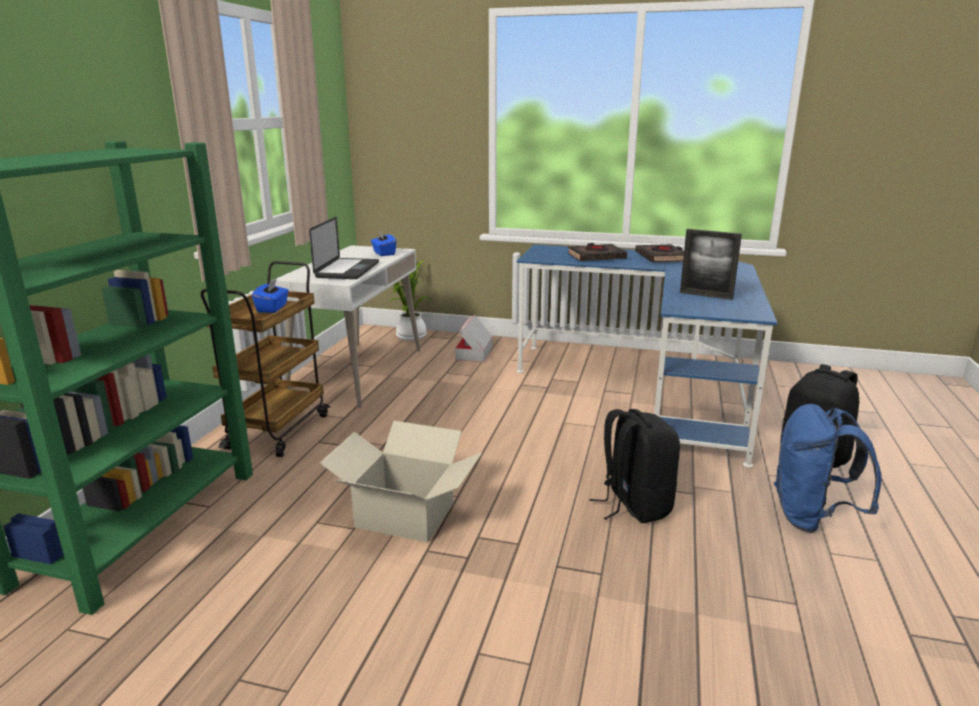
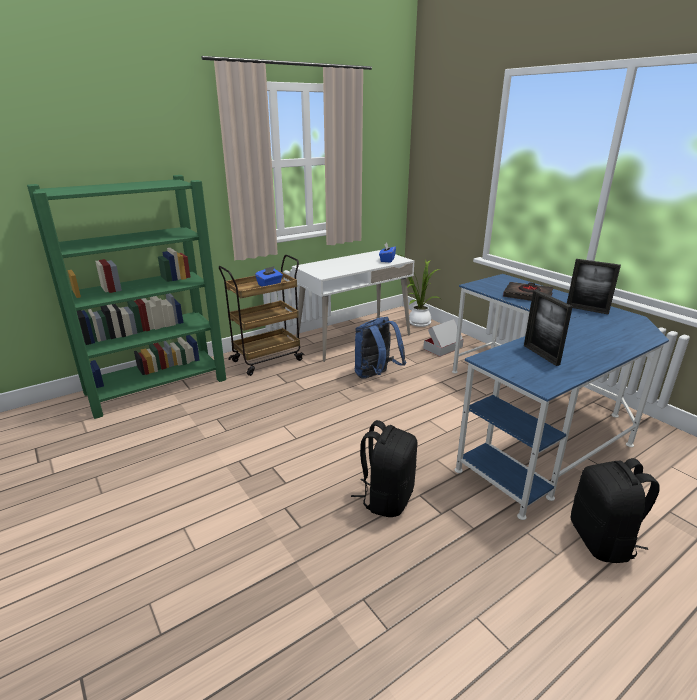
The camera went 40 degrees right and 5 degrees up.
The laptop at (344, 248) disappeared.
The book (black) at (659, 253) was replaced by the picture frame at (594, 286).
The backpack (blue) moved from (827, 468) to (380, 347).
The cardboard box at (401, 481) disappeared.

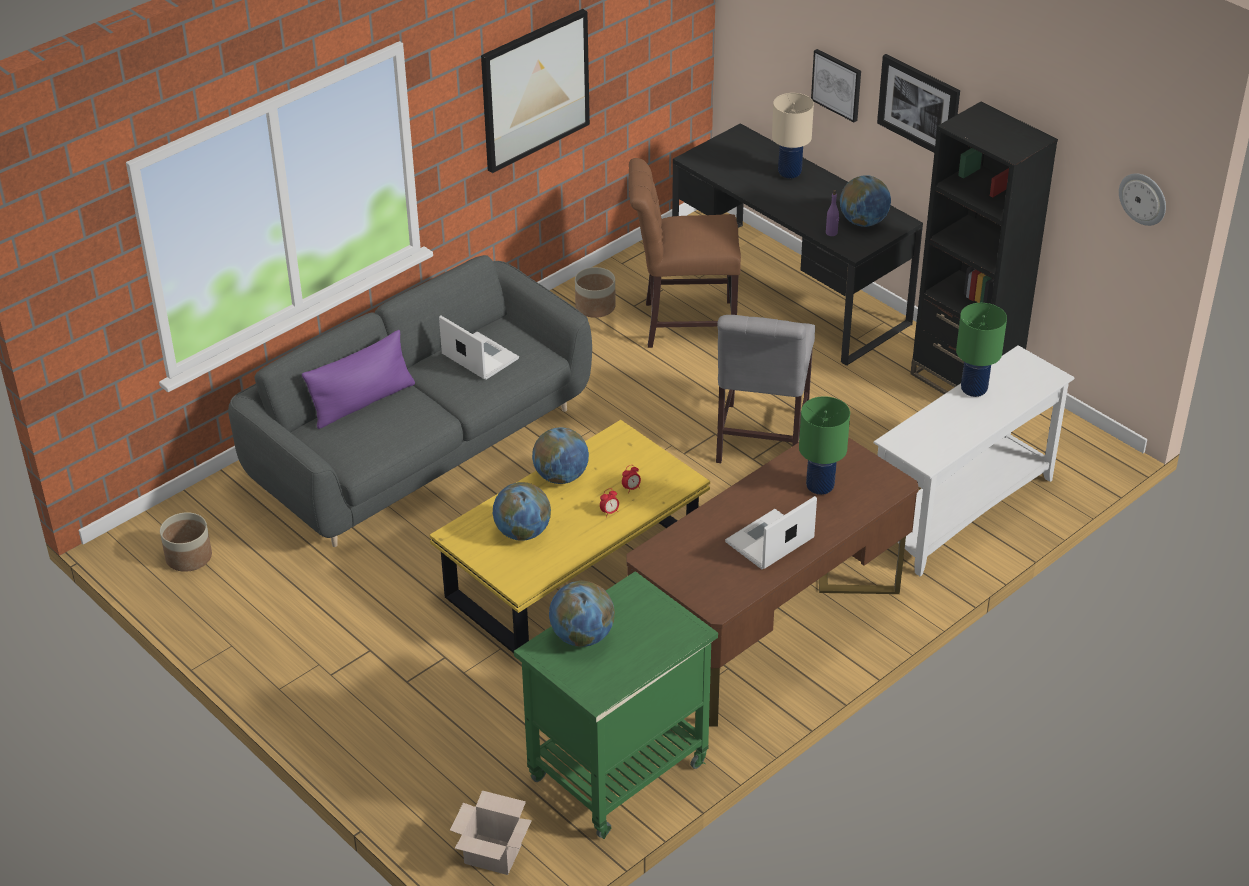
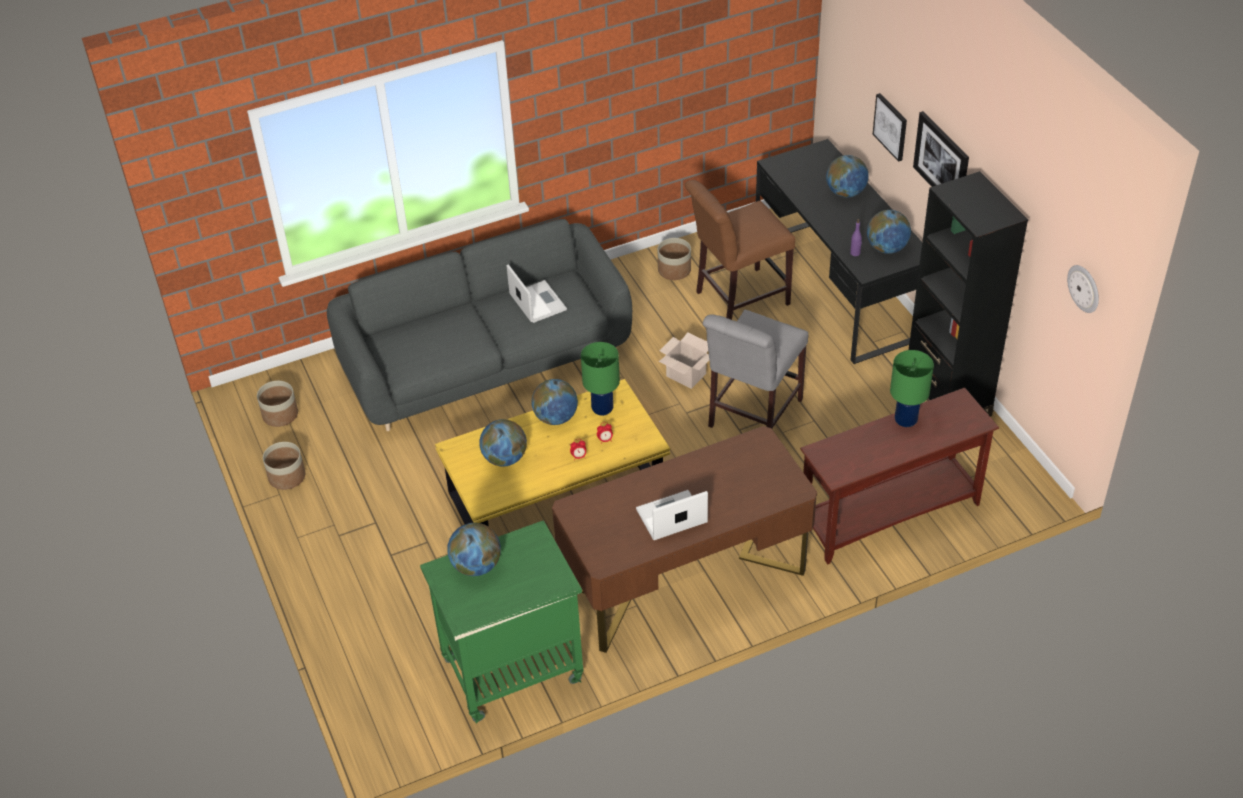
The camera went 20 degrees right and 5 degrees up.
The picture at (535, 91) disappeared.
The table lamp (beige) at (793, 135) was replaced by the globe at (847, 176).
The chair (brown) at (685, 253) turned 45 degrees counterclockwise.
The pillow (purple) at (358, 379) disappeared.
The console table (white) at (974, 461) became the console table (brown) at (899, 476).
The table lamp (green) moved from (824, 445) to (600, 379).
The cardboard box moved from (491, 833) to (684, 361).
The planter at (284, 466) appeared.

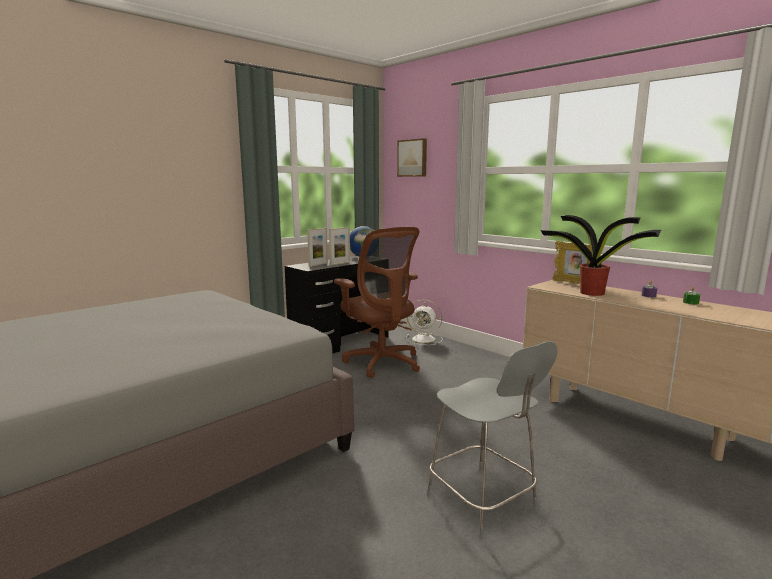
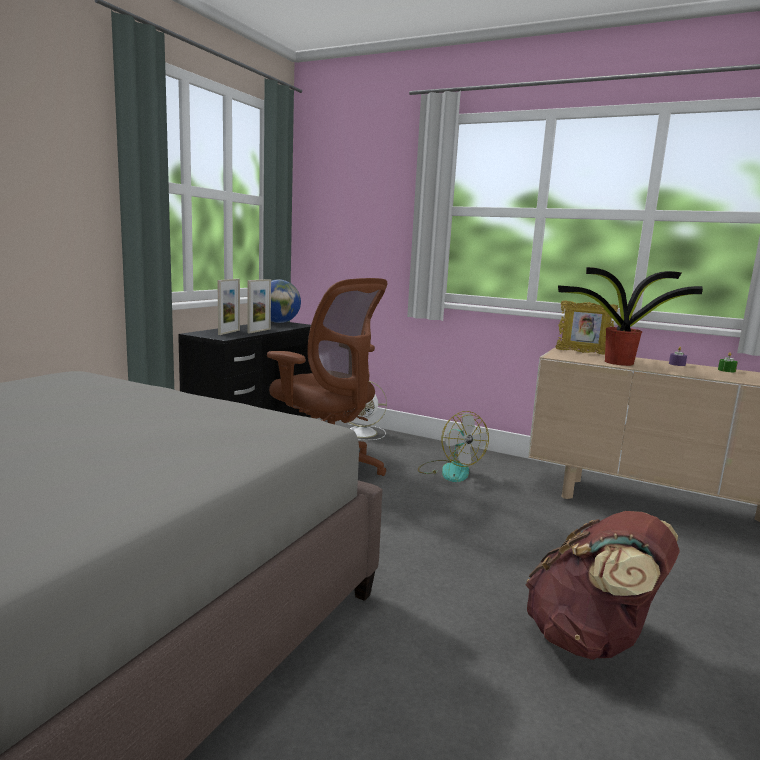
The camera went 20 degrees left and 0 degrees up.
The picture at (412, 157) disappeared.
The chair (grey) at (492, 440) was replaced by the backpack (brown) at (603, 585).
The fan at (453, 446) appeared.

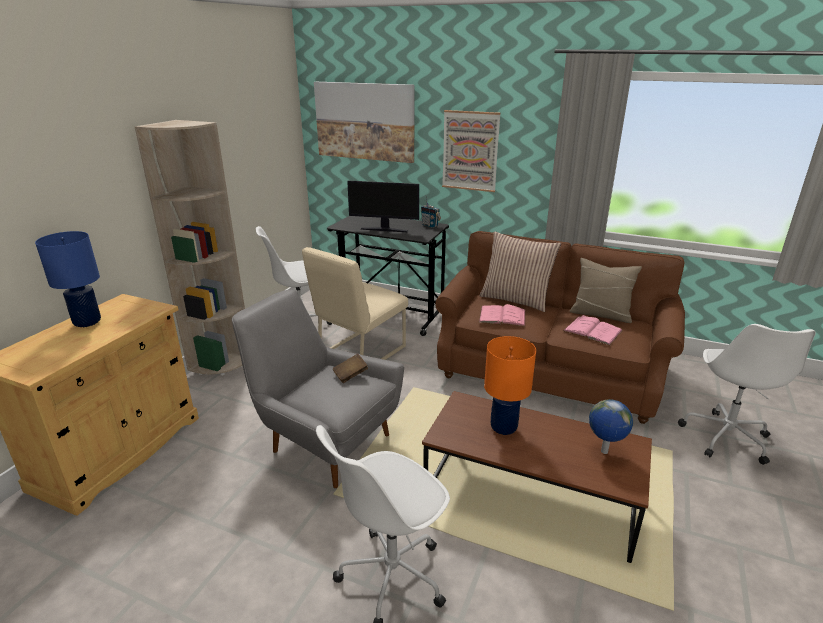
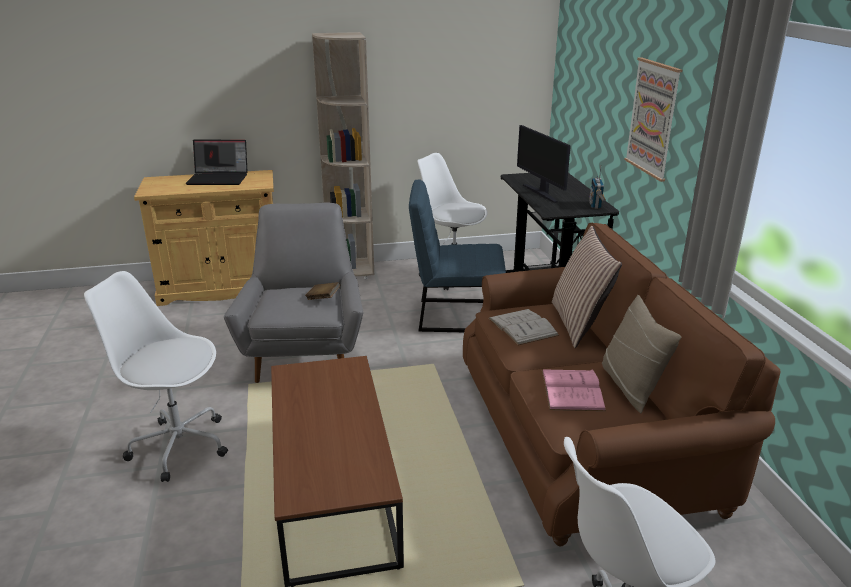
The camera went 55 degrees right and 0 degrees up.
The picture at (364, 122) disappeared.
The table lamp (blue) at (68, 279) was replaced by the laptop at (216, 162).
The chair (beige) at (355, 303) became the chair (blue) at (457, 256).
The book (pink) at (502, 315) became the book (white) at (524, 327).
The table lamp (orange) at (510, 385) disappeared.
The globe at (611, 426) disappeared.

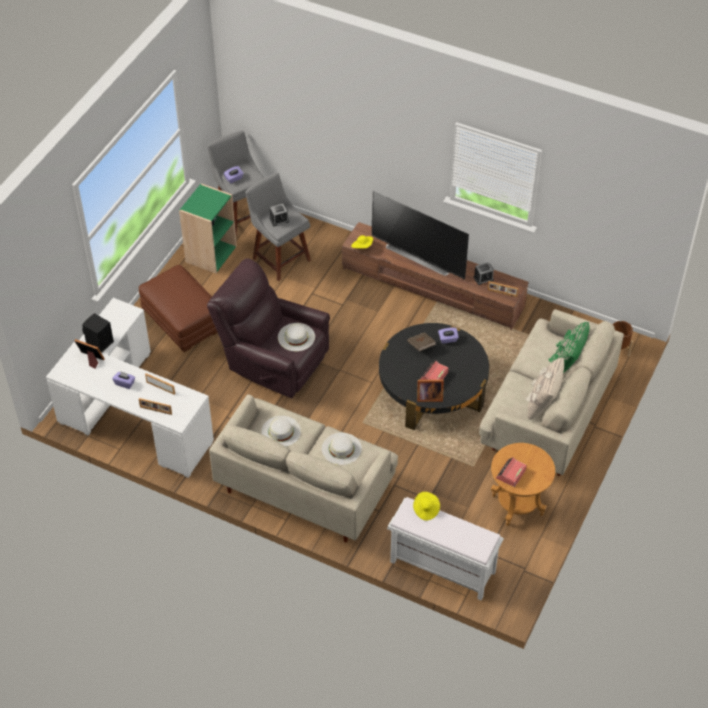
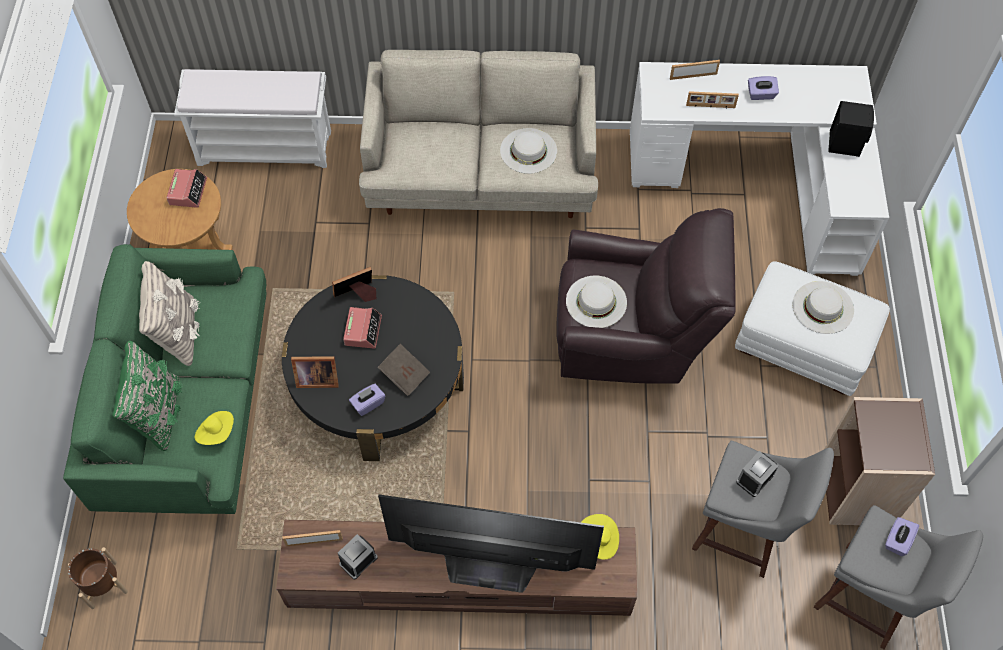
The camera went 155 degrees right and 10 degrees up.
The bookcase (green) at (208, 228) became the bookcase (brown) at (880, 461).
The ottoman (brown) at (178, 308) became the ottoman (white) at (812, 328).
The sofa (beige) at (551, 392) became the sofa (green) at (165, 379).
The picture frame moved from (89, 354) to (315, 372).
The hat (white) moved from (342, 449) to (823, 307).
The hat (yellow) moved from (426, 506) to (214, 428).

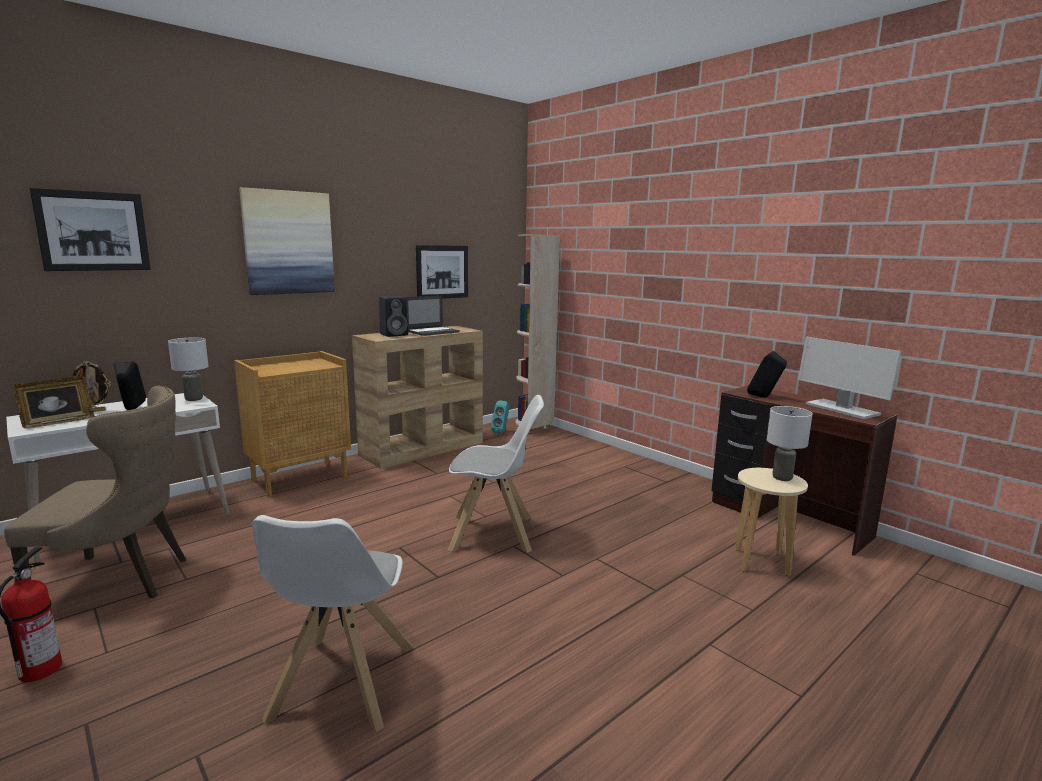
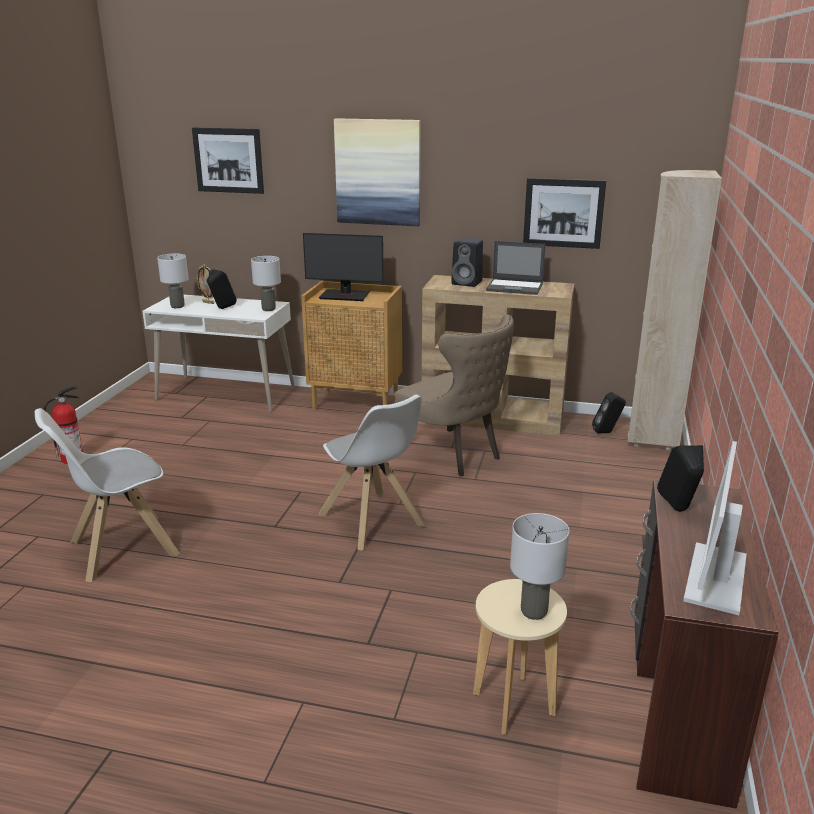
The camera went 55 degrees right and 10 degrees up.
The picture frame at (54, 402) was replaced by the table lamp (white) at (173, 281).
The chair (beige) moved from (95, 492) to (454, 395).
The speaker (turquoise) at (500, 417) became the speaker (black) at (609, 413).
The monitor at (343, 267) appeared.

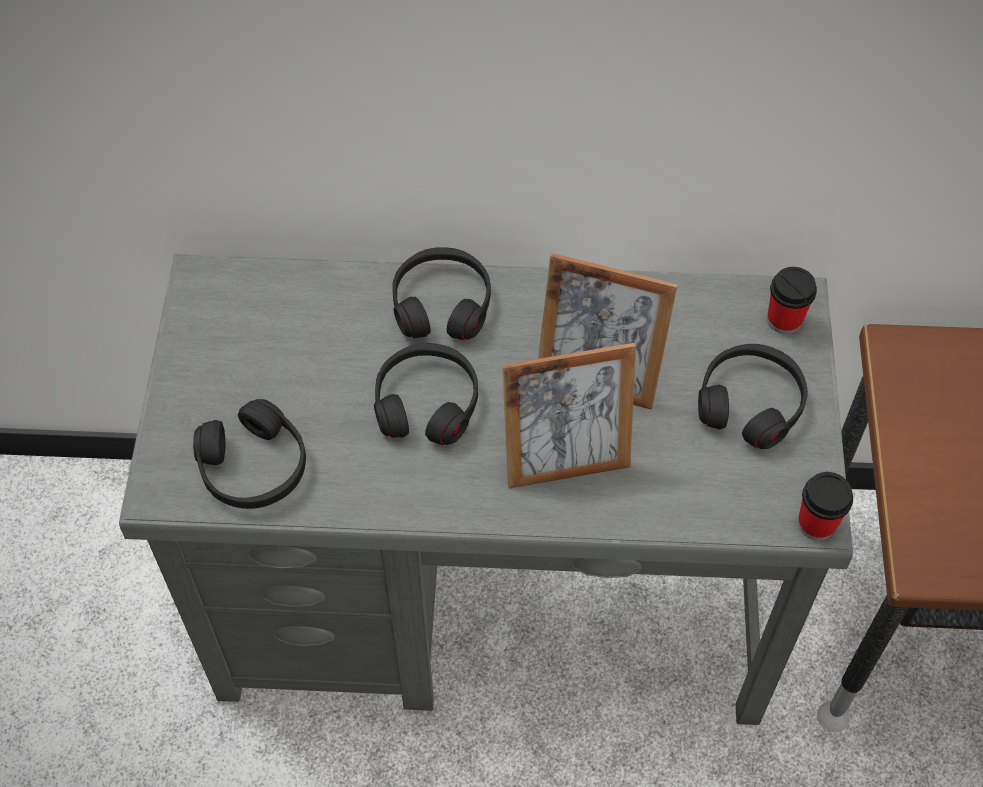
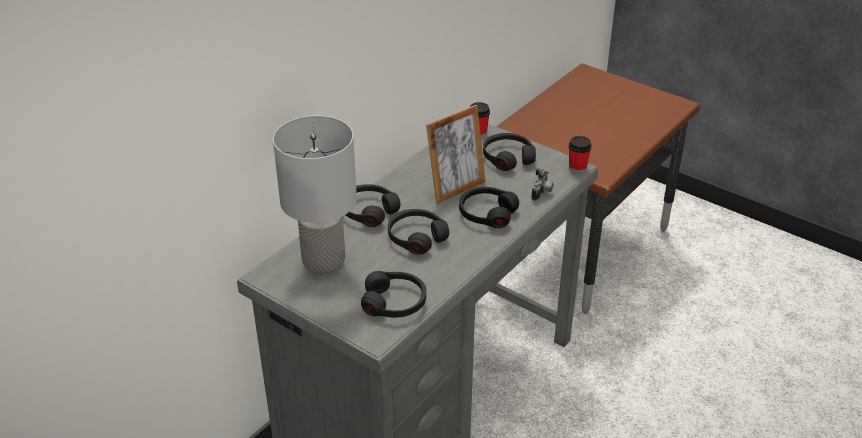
The camera went 55 degrees left and 20 degrees down.
The picture frame at (569, 415) was replaced by the headphones (black) at (489, 207).
The table lamp (grey) at (315, 194) appeared.
The photo camera at (542, 184) appeared.

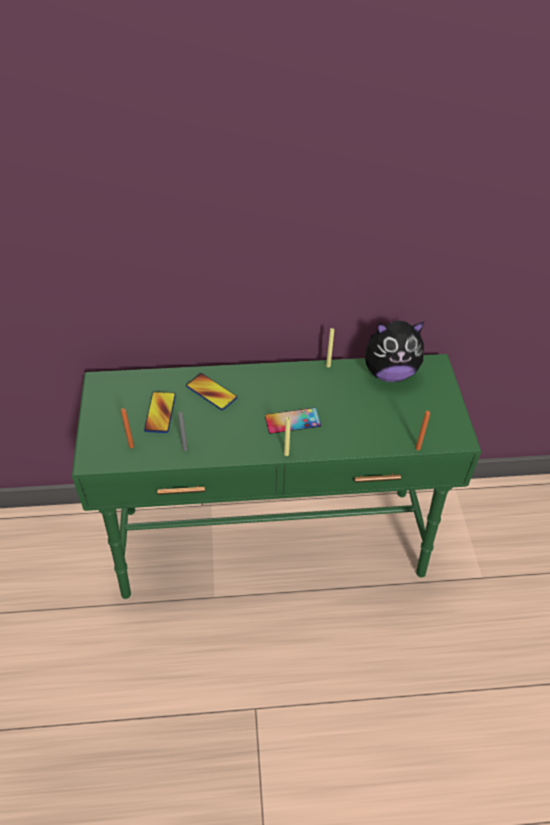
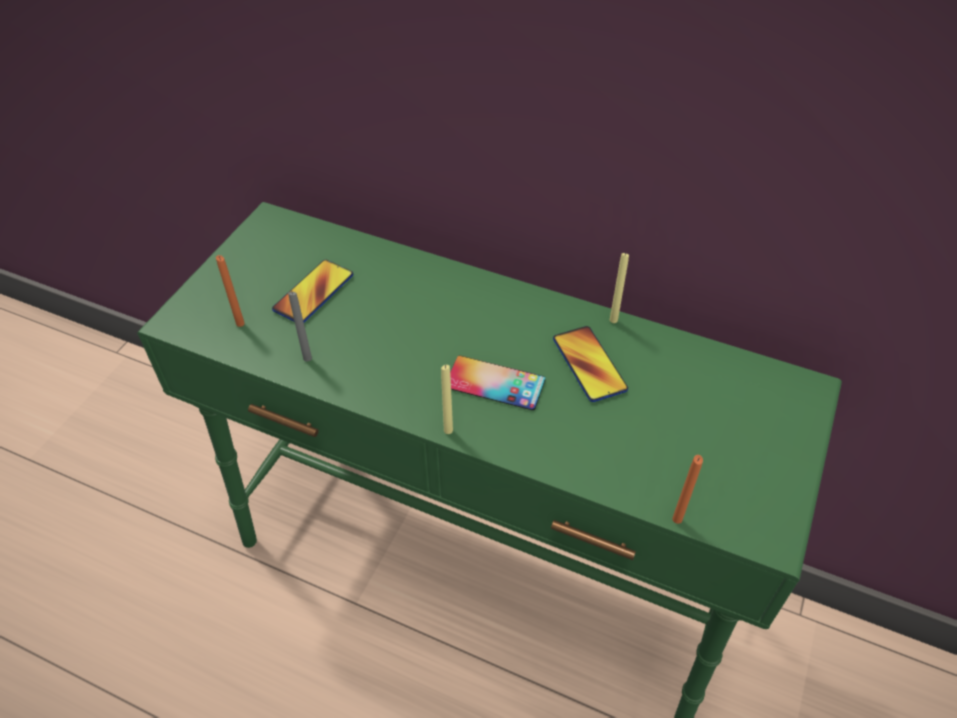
The camera went 30 degrees right and 0 degrees up.
The plush toy at (394, 351) disappeared.
The phone moved from (211, 391) to (590, 364).

